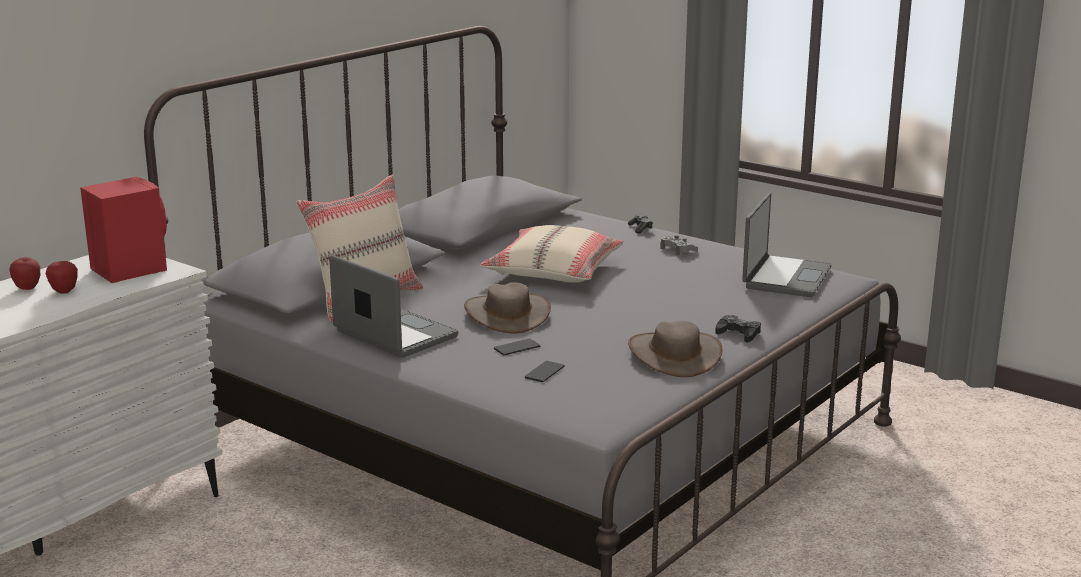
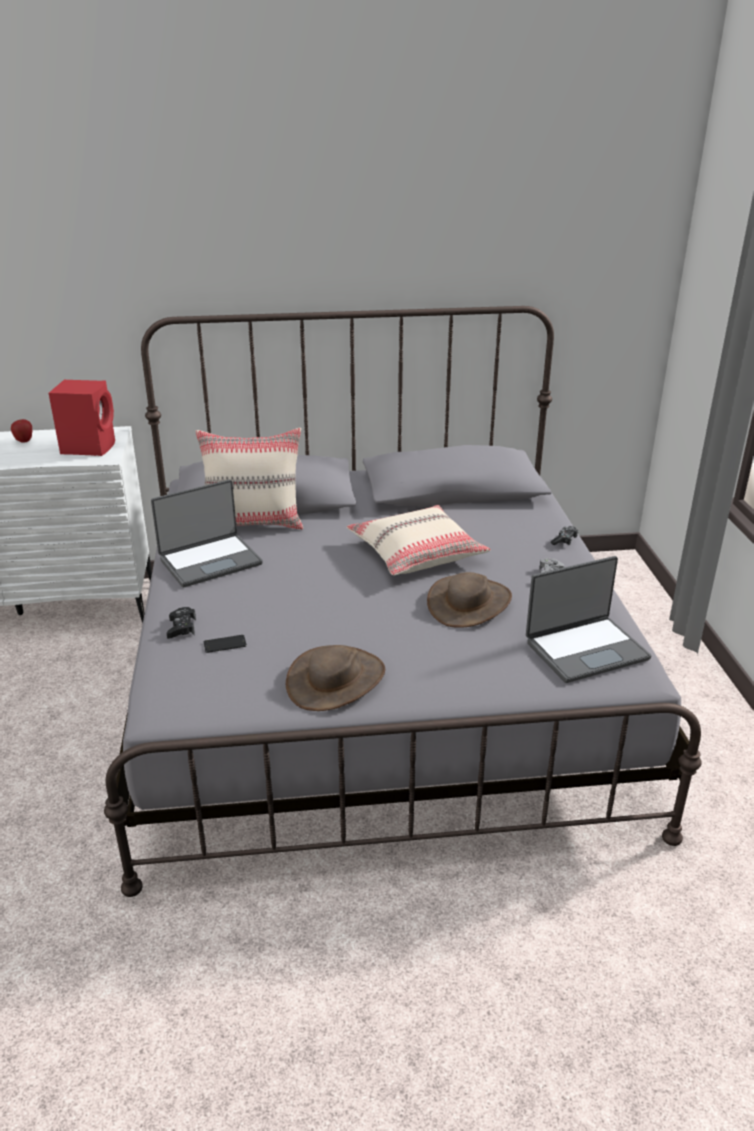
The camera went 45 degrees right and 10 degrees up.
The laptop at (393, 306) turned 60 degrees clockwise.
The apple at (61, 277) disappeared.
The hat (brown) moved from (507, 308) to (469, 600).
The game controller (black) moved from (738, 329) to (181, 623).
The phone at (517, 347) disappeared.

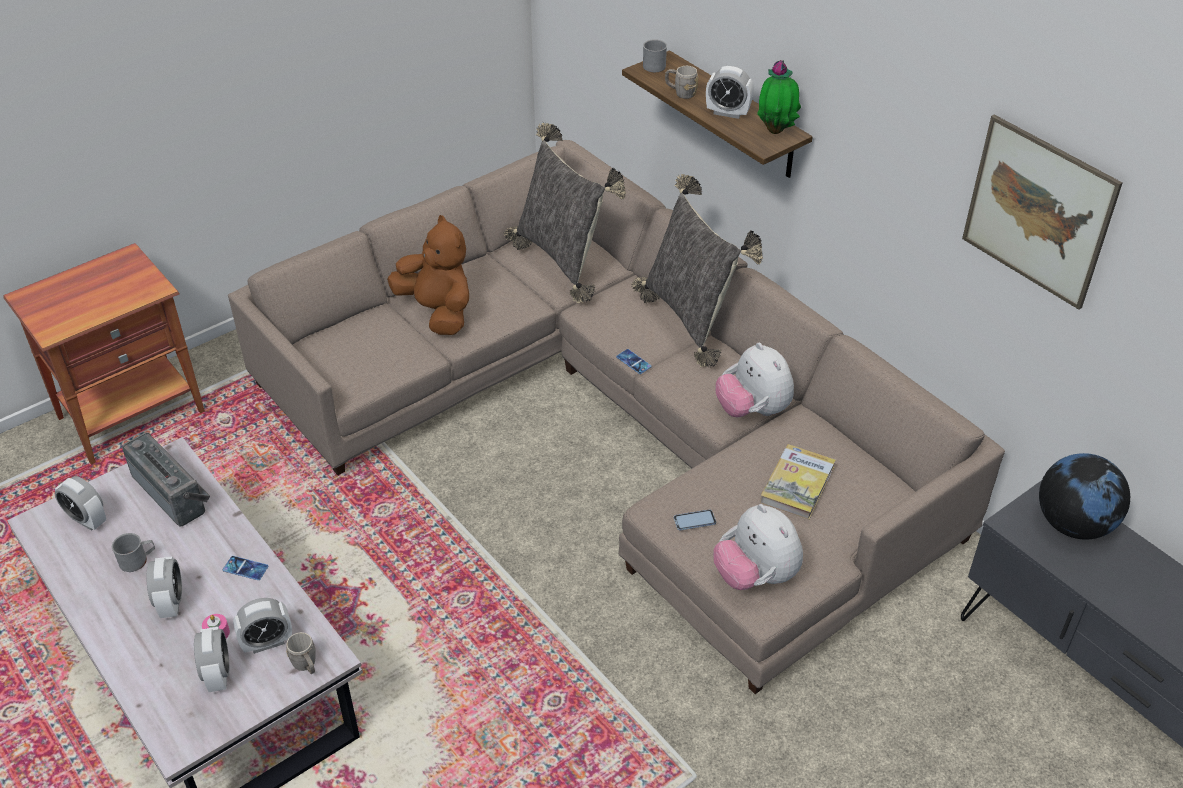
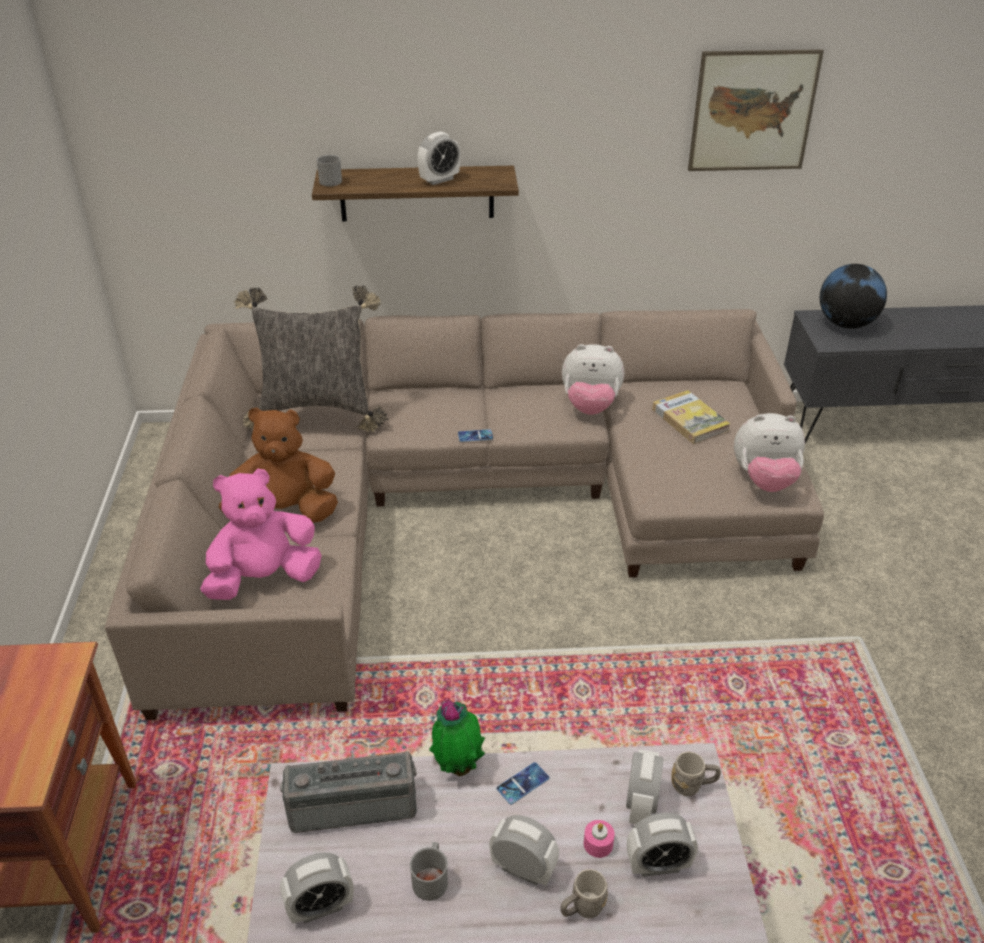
The camera went 55 degrees left and 5 degrees down.
The potted plant moved from (779, 97) to (457, 738).
The mug (grey) moved from (681, 82) to (584, 893).
The pillow at (697, 271) disappeared.
The phone at (695, 519) disappeared.
The alarm clock at (211, 659) turned 150 degrees clockwise.
The plush toy (pink) at (261, 534) appeared.

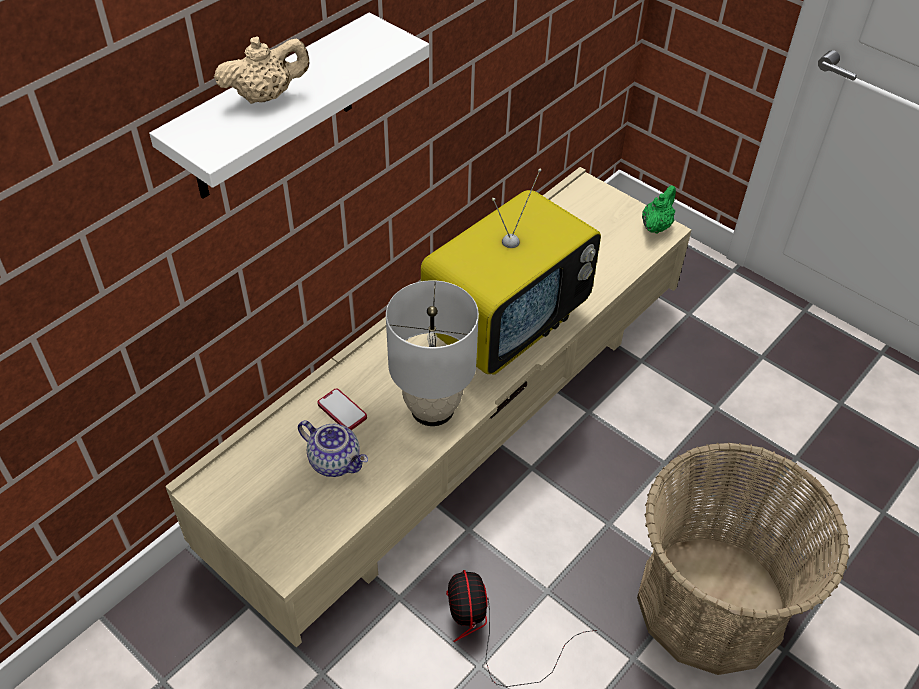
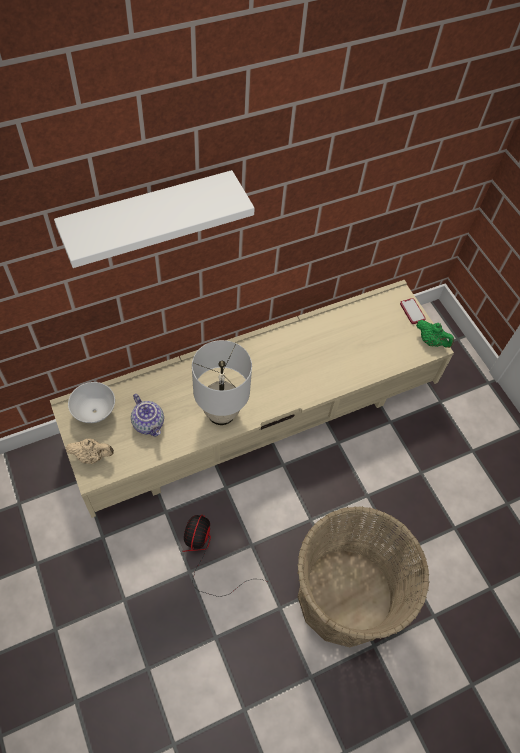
The camera went 20 degrees right and 10 degrees up.
The teapot (beige) moved from (262, 70) to (90, 451).
The television at (511, 272) disappeared.
The teapot (green) at (659, 209) turned 75 degrees clockwise.
The phone moved from (342, 409) to (413, 311).
The bowl (white) at (91, 402) appeared.

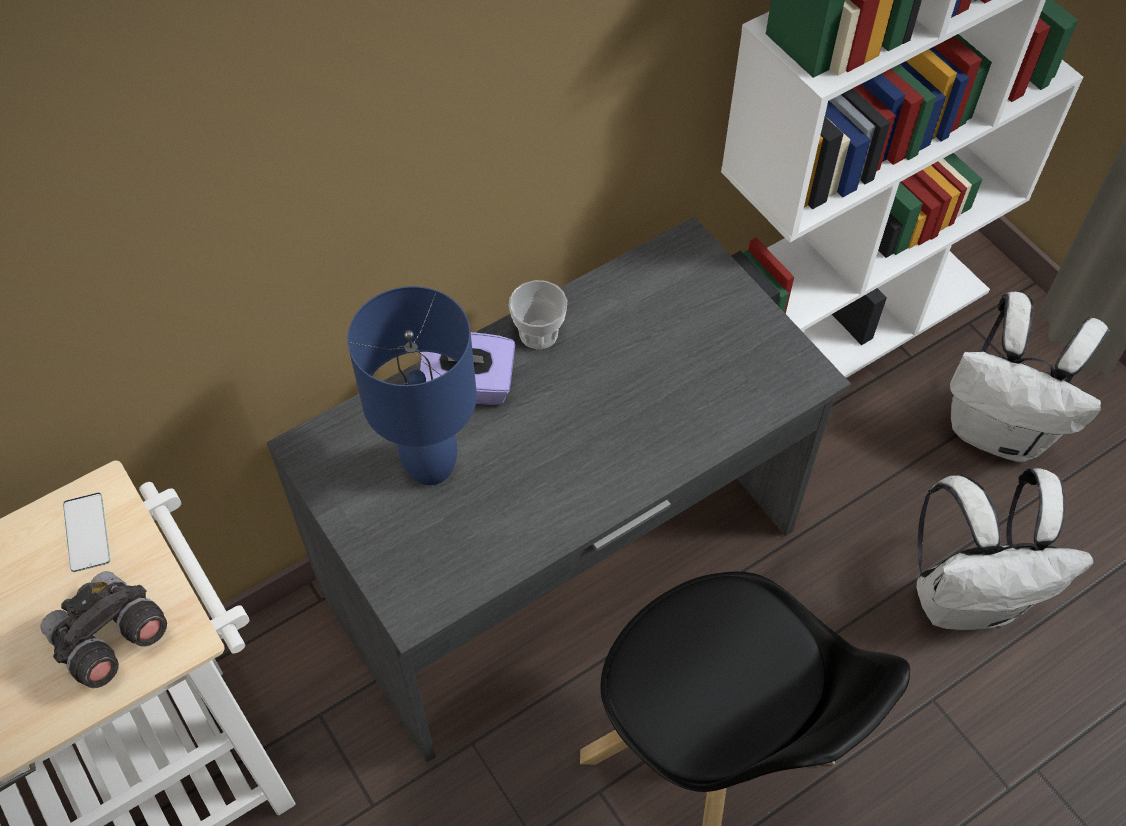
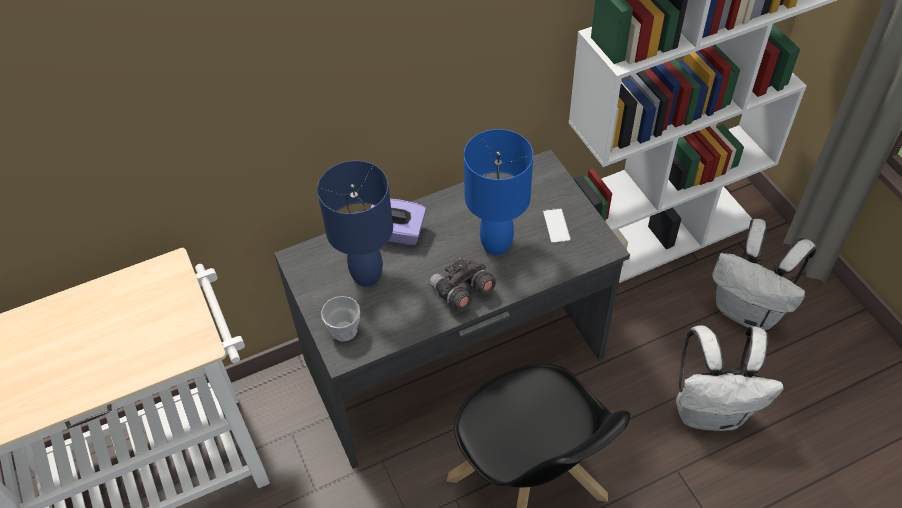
The camera went 10 degrees right and 5 degrees down.
The cup moved from (538, 314) to (340, 319).
The phone moved from (86, 532) to (557, 225).
The binoculars (grey) moved from (103, 629) to (462, 284).
The table lamp (blue) at (498, 192) appeared.

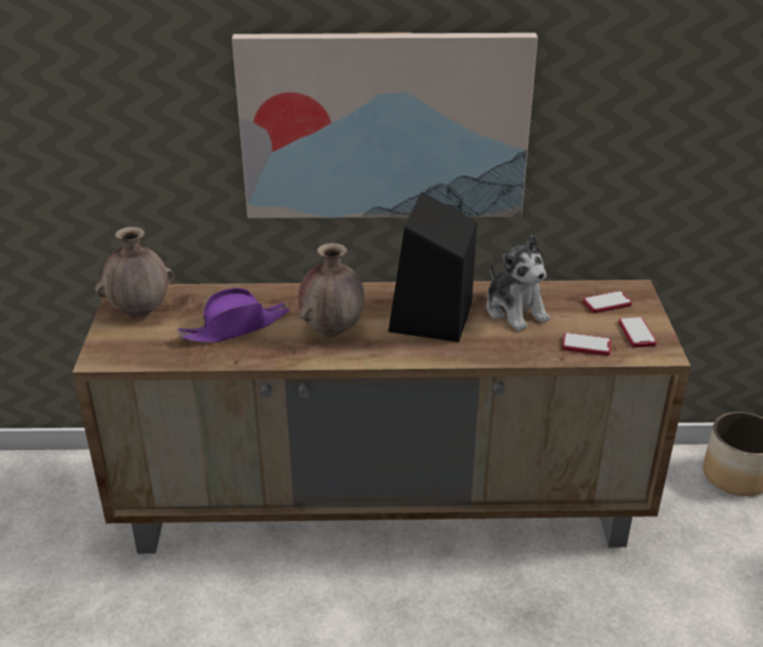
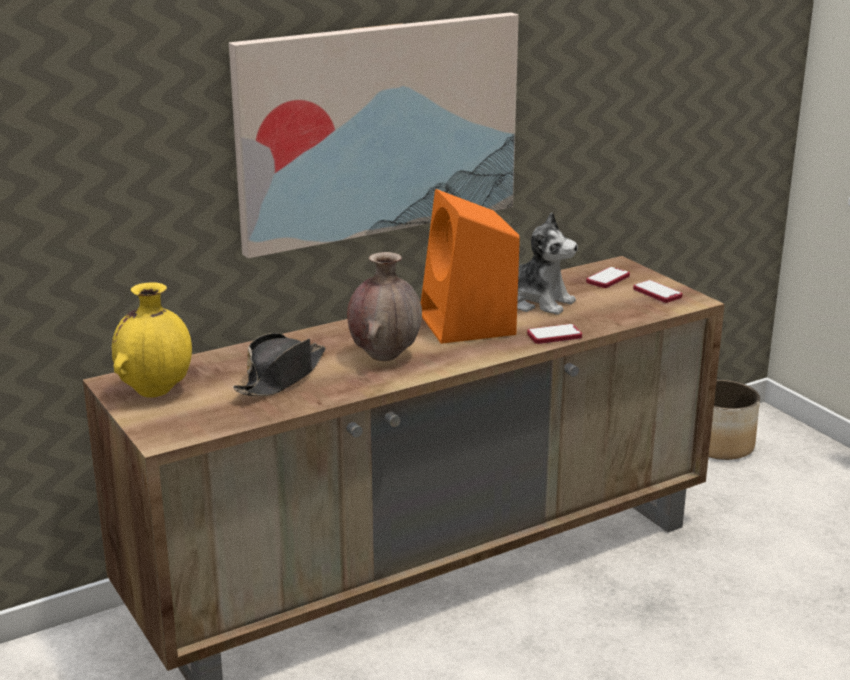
The camera went 30 degrees left and 10 degrees down.
The speaker (black) at (432, 266) became the speaker (orange) at (470, 266).
The vase (brown) at (135, 272) became the vase (yellow) at (152, 340).
The hat (purple) at (233, 315) became the hat (black) at (279, 364).
The phone moved from (586, 344) to (554, 334).

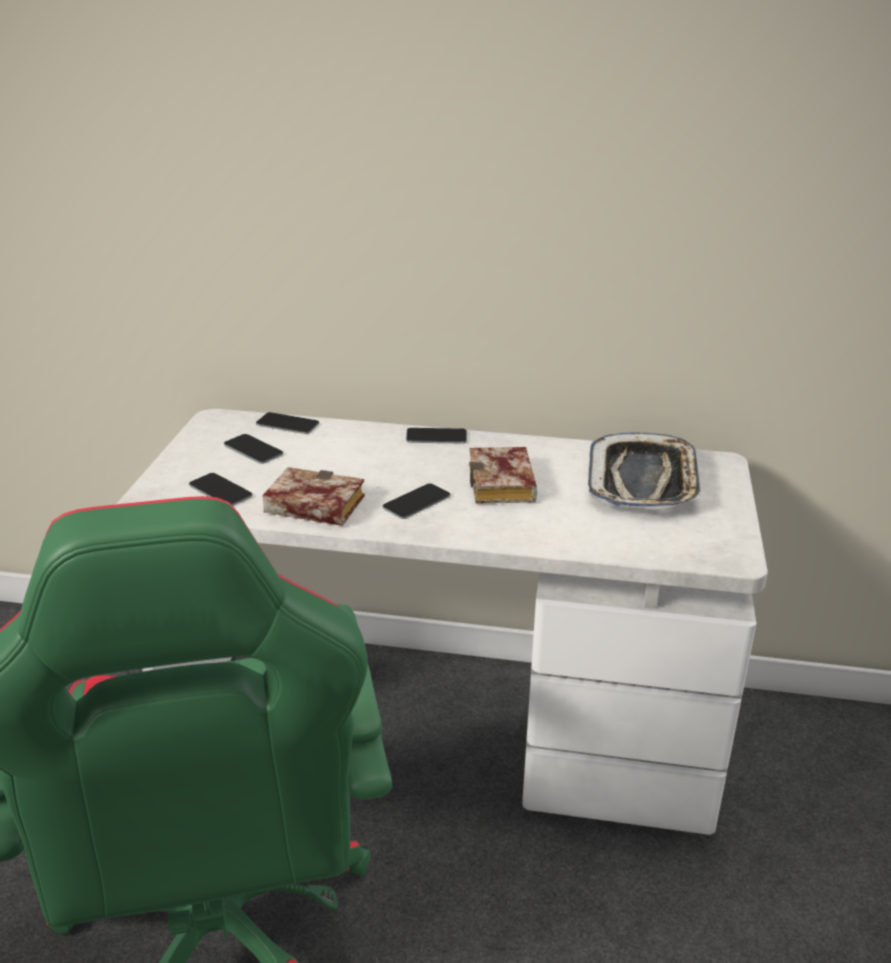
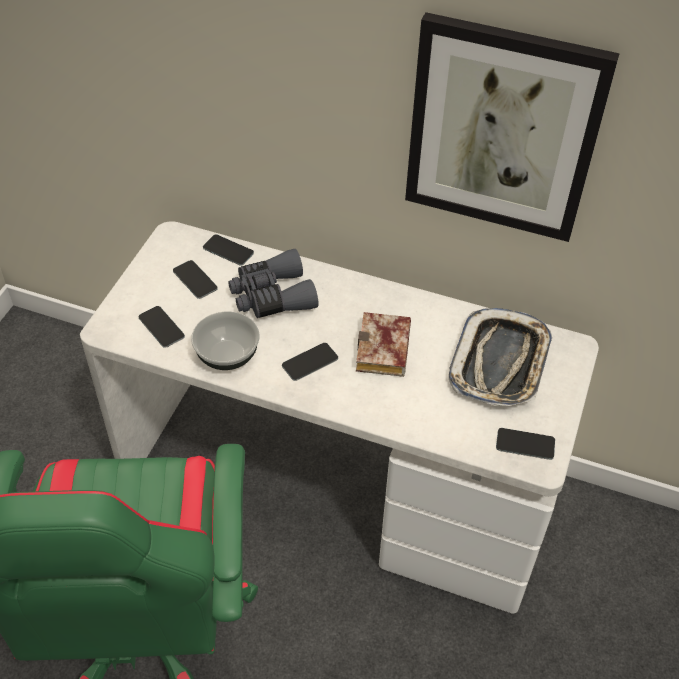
The camera went 10 degrees right and 20 degrees up.
The phone moved from (436, 435) to (525, 444).
The book at (313, 496) was replaced by the bowl at (225, 341).
The picture at (512, 127) appeared.
The binoculars (grey) at (273, 283) appeared.

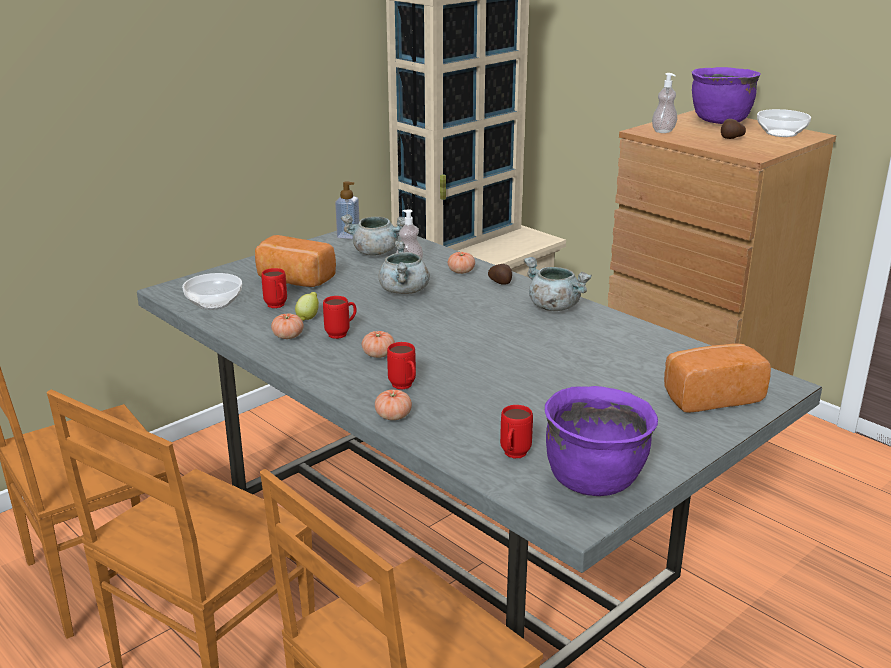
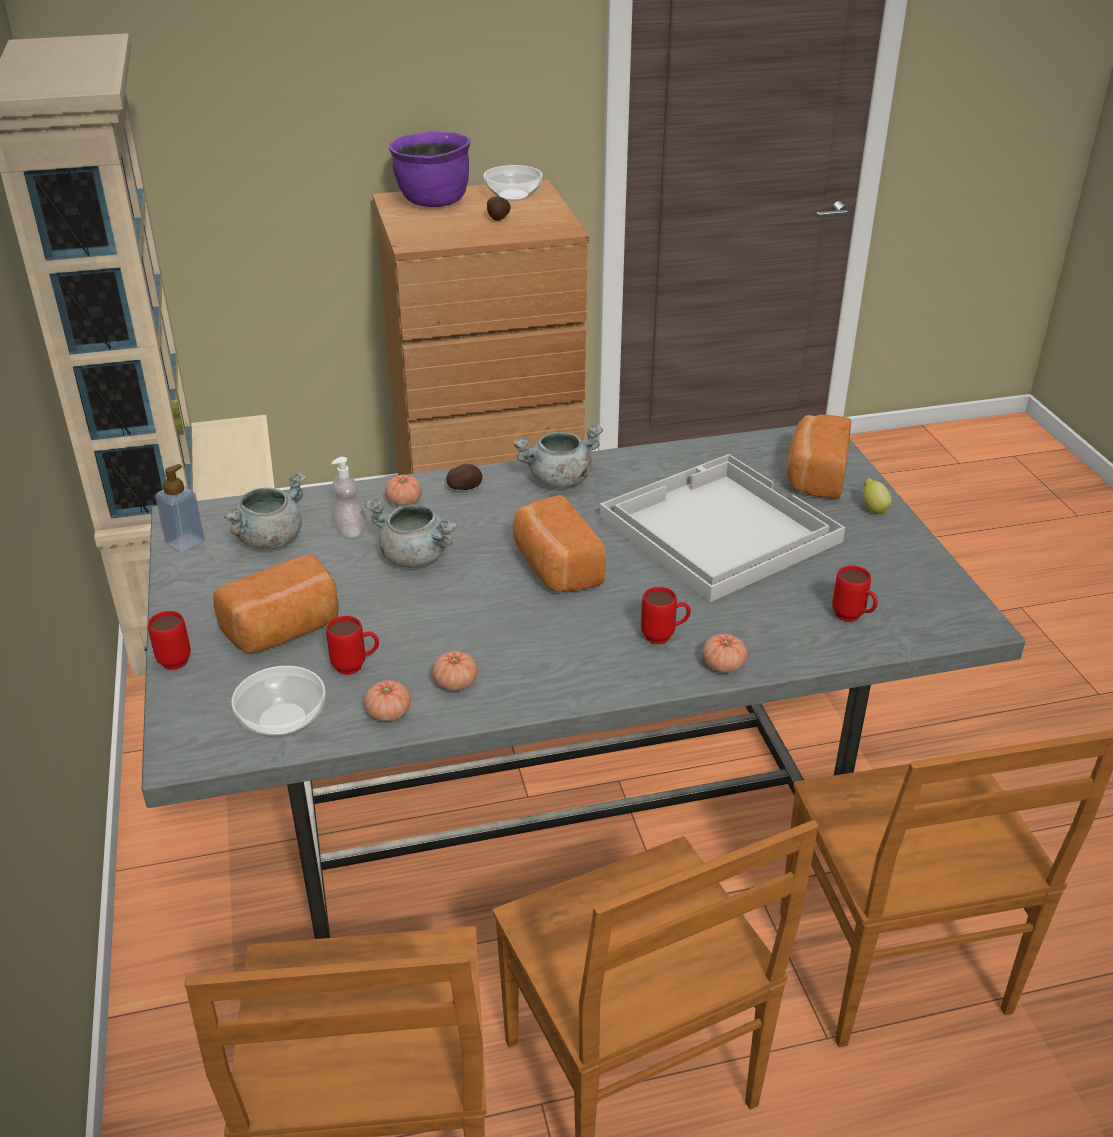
The camera went 60 degrees left and 10 degrees up.
The soap dispenser at (664, 103) disappeared.
The lemon moved from (307, 306) to (877, 496).
The mug (red) moved from (339, 317) to (169, 640).
The tomato moved from (378, 344) to (387, 701).
The cooking pot (purple) at (601, 441) disappeared.
The tray (white) at (722, 528) appeared.
The bread at (559, 543) appeared.

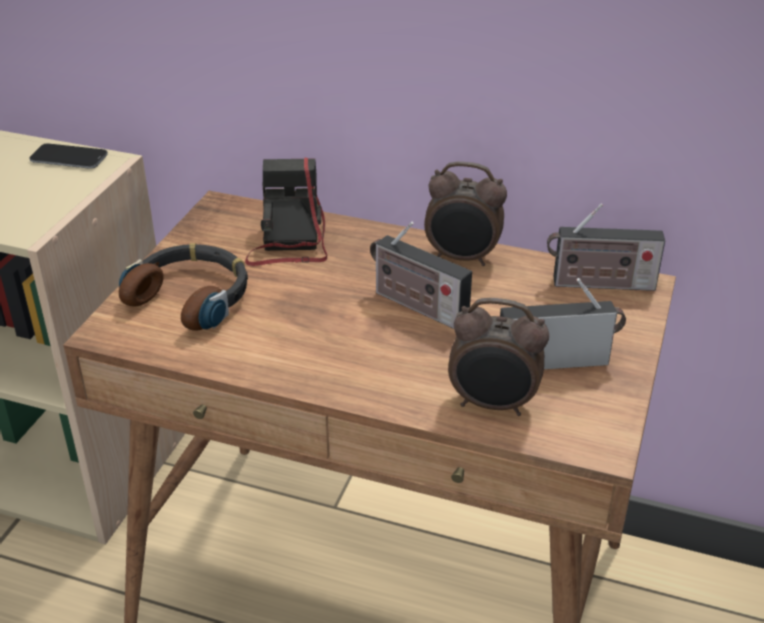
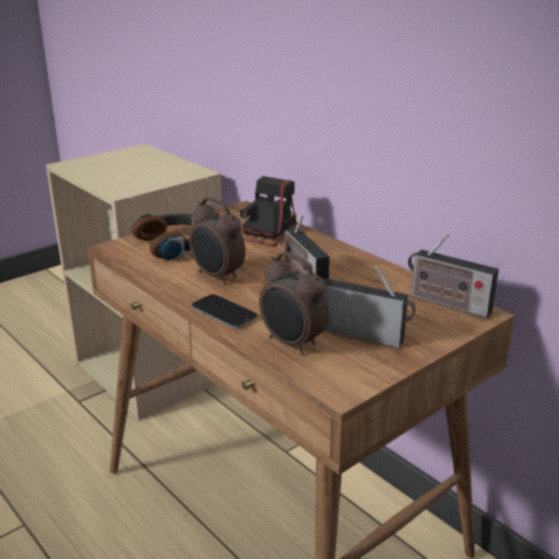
The camera went 30 degrees right and 10 degrees down.
The phone moved from (68, 156) to (224, 311).
The alarm clock moved from (465, 213) to (217, 241).

